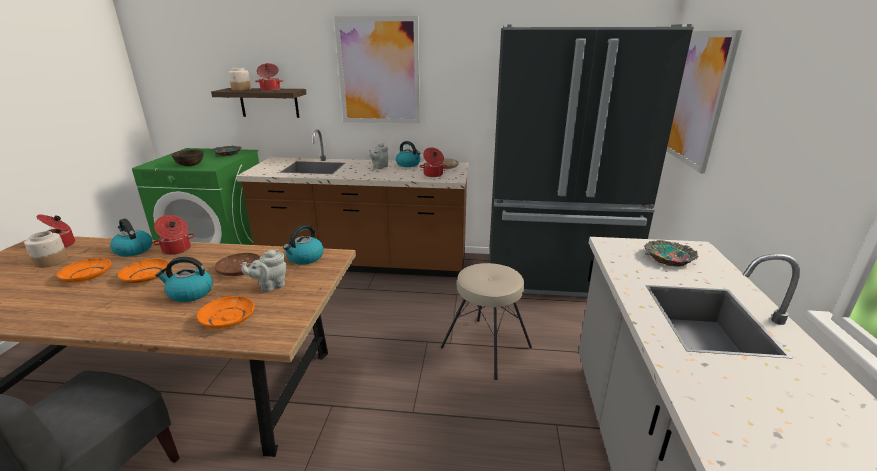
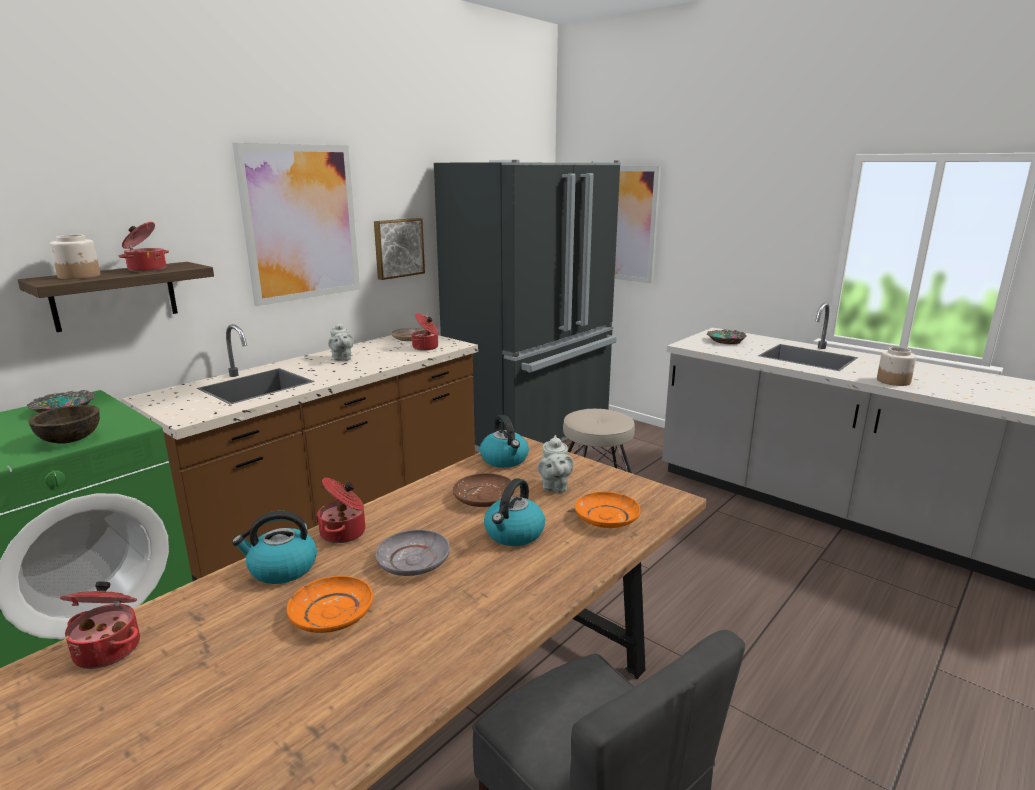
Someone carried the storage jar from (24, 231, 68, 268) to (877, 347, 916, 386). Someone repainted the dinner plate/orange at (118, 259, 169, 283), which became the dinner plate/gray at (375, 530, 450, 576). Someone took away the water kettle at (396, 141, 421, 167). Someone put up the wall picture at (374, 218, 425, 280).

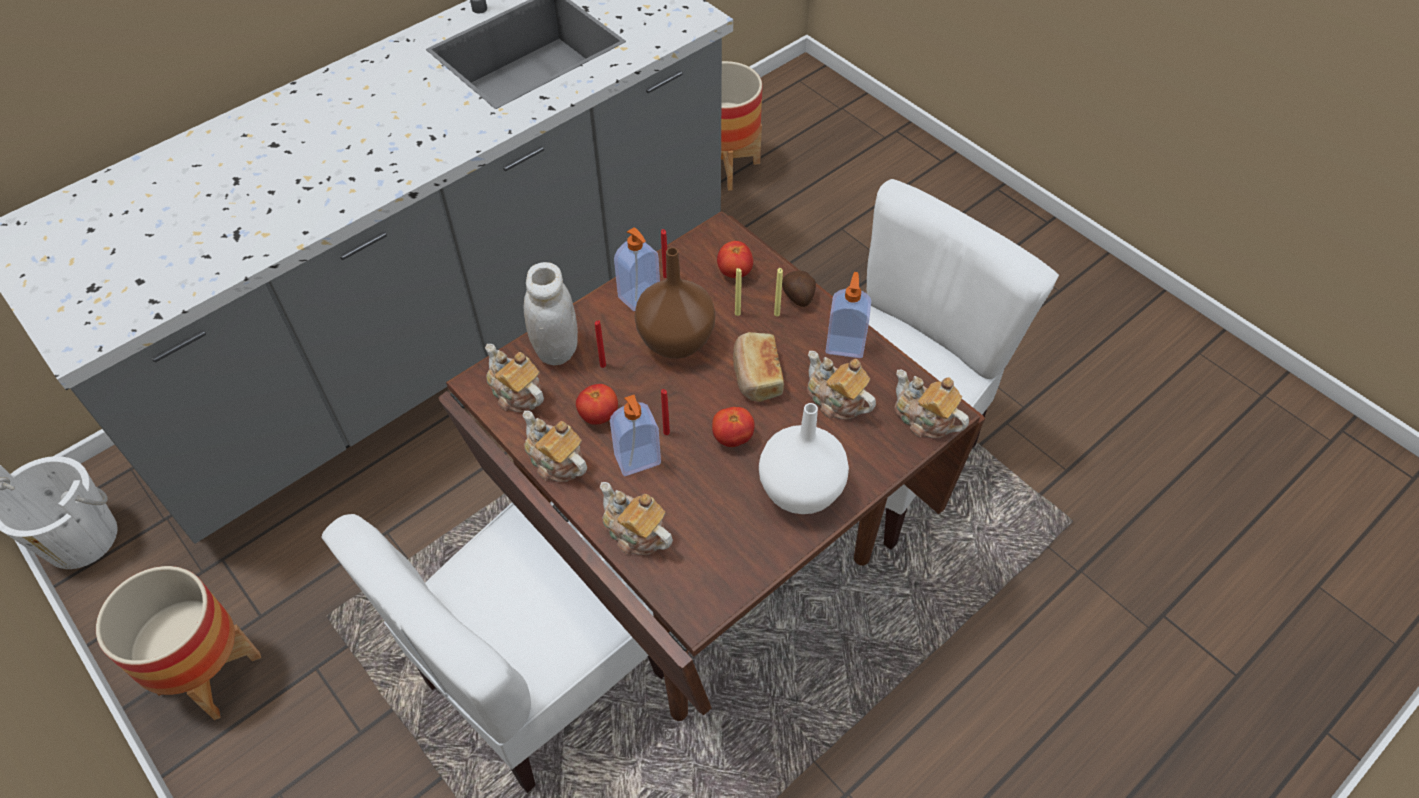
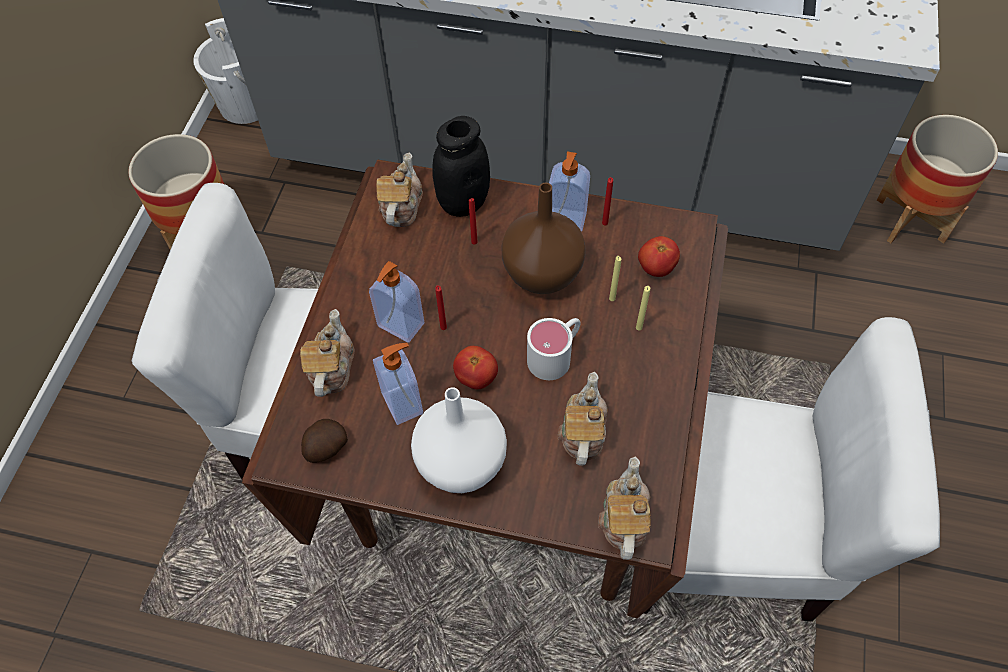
Someone took away the tea pot at (522, 411, 587, 482). Someone repainted the storage jar/white at (524, 262, 578, 365), which became the storage jar/black-coloured at (432, 116, 490, 217). Someone took away the whole tomato at (576, 384, 618, 425). Someone swapped the baked bread at (733, 332, 784, 402) for the mug/white at (527, 318, 580, 380). Someone carried the potato from (782, 271, 816, 307) to (301, 419, 348, 463). Someone carried the soap dispenser from (826, 272, 871, 358) to (373, 343, 423, 425).

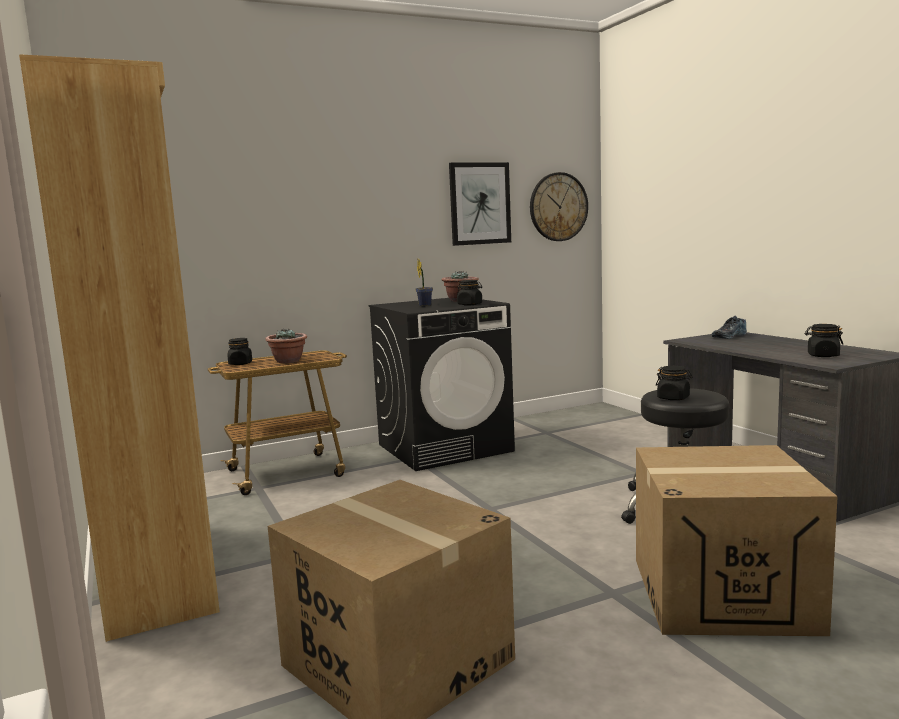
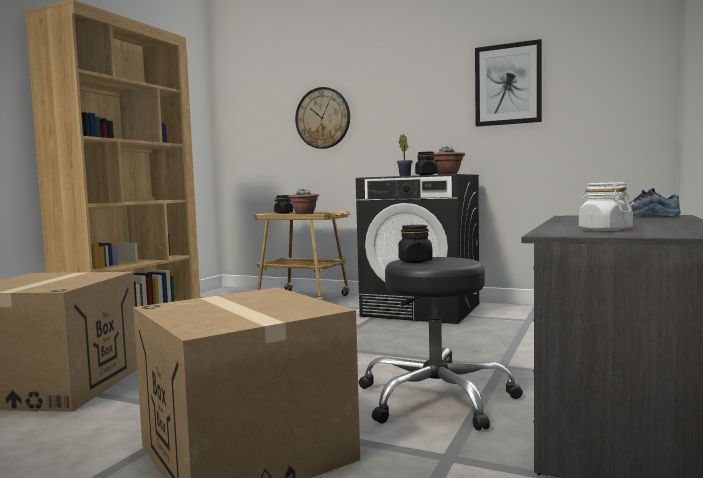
Someone carried the clock on the wall from (530, 172, 588, 241) to (295, 87, 350, 149). Someone repainted the storage jar/black-coloured at (805, 324, 843, 357), which became the storage jar/white at (579, 182, 633, 231).

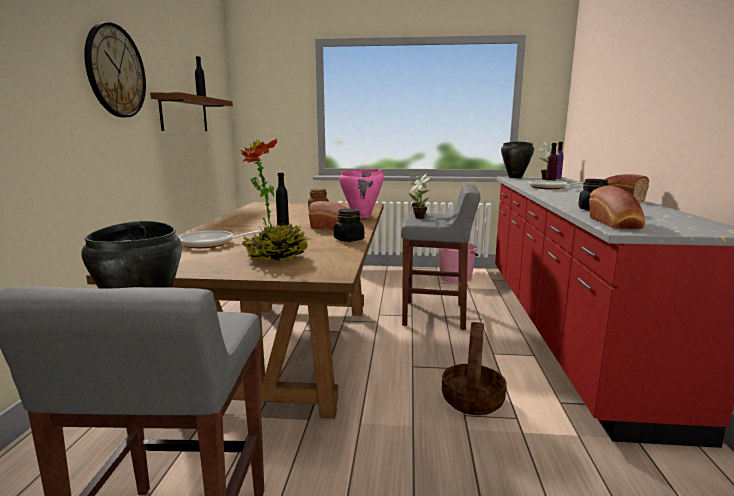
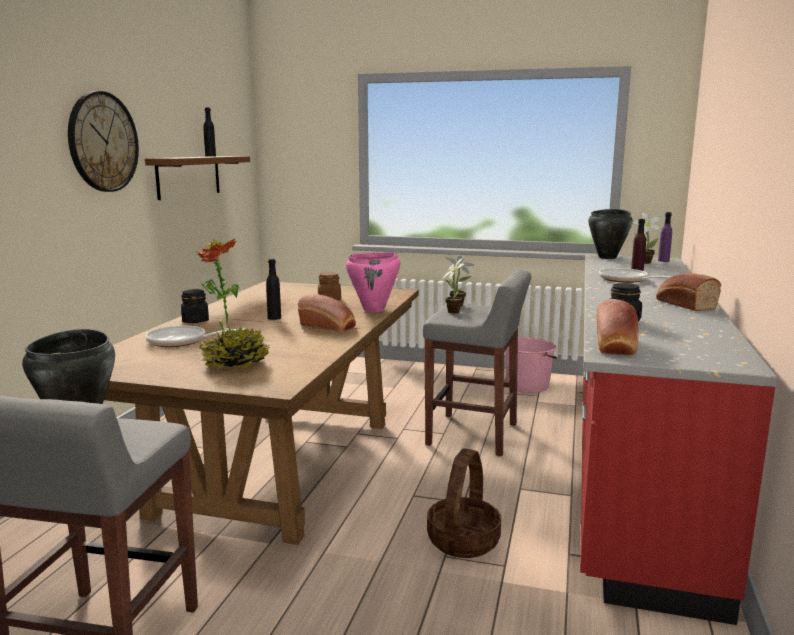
Someone carried the storage jar/black-coloured from (334, 209, 364, 242) to (181, 289, 209, 323).

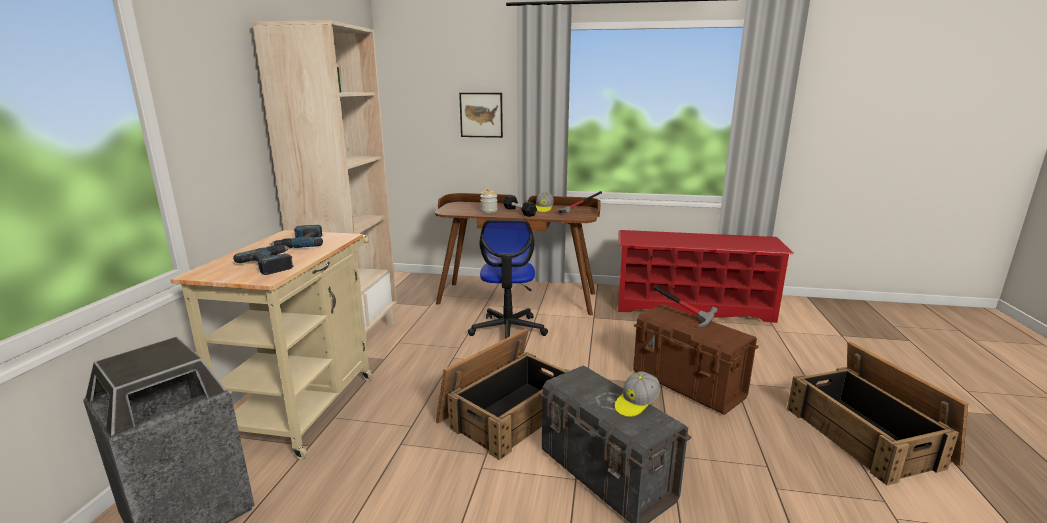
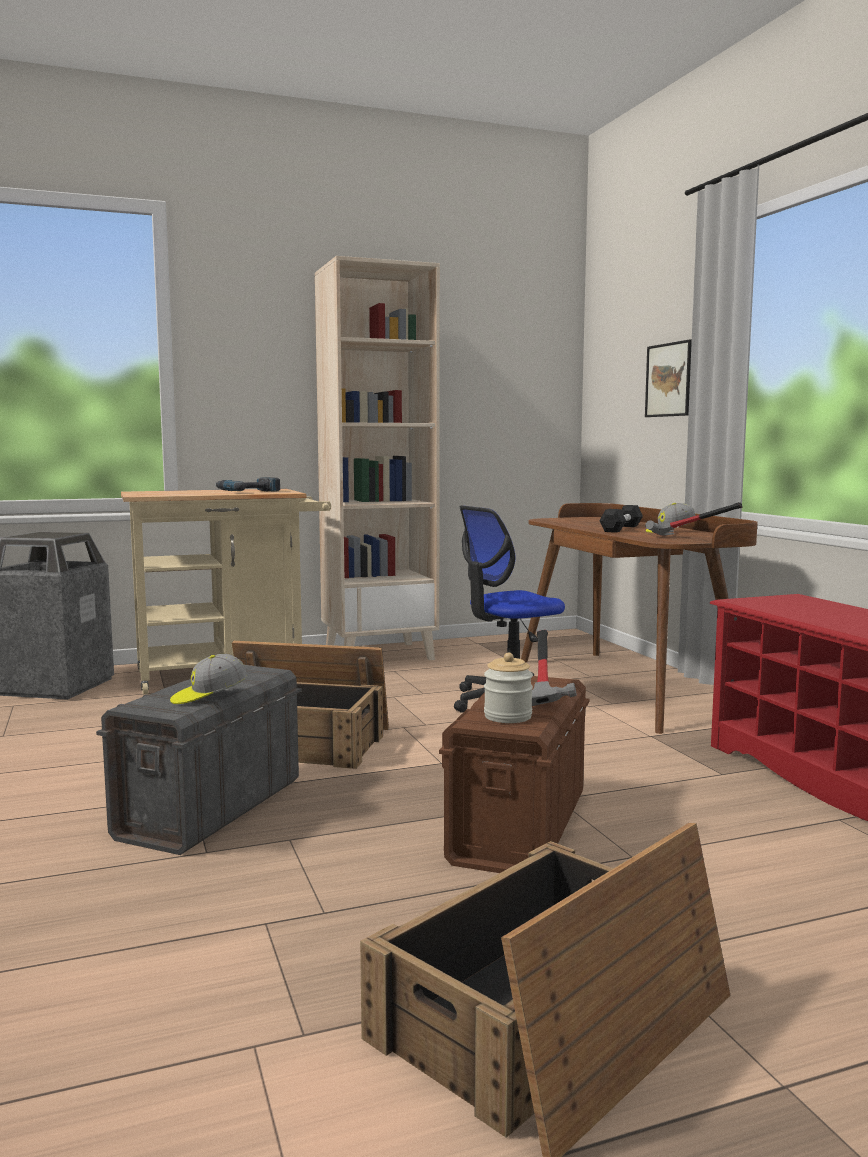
Someone took away the electric drill at (233, 245, 294, 275). Someone carried the storage jar from (480, 188, 498, 213) to (484, 653, 533, 723). Someone rotated the baseball cap at (615, 371, 660, 417) by 45 degrees counterclockwise.

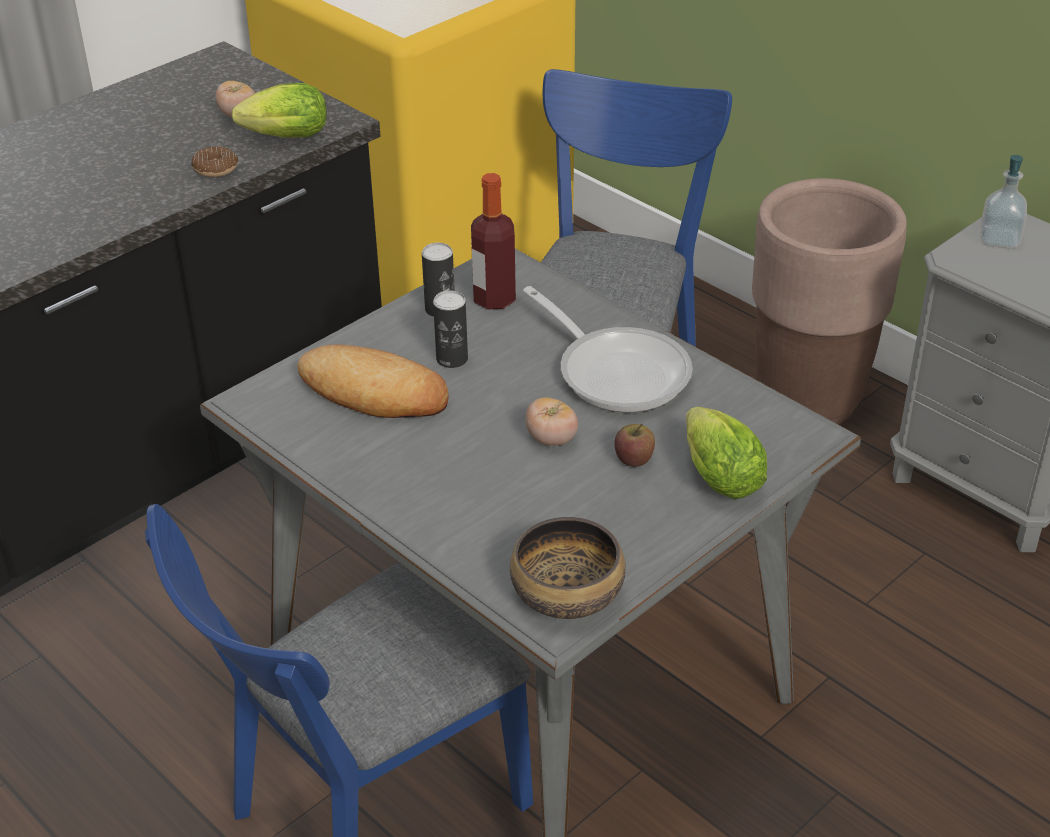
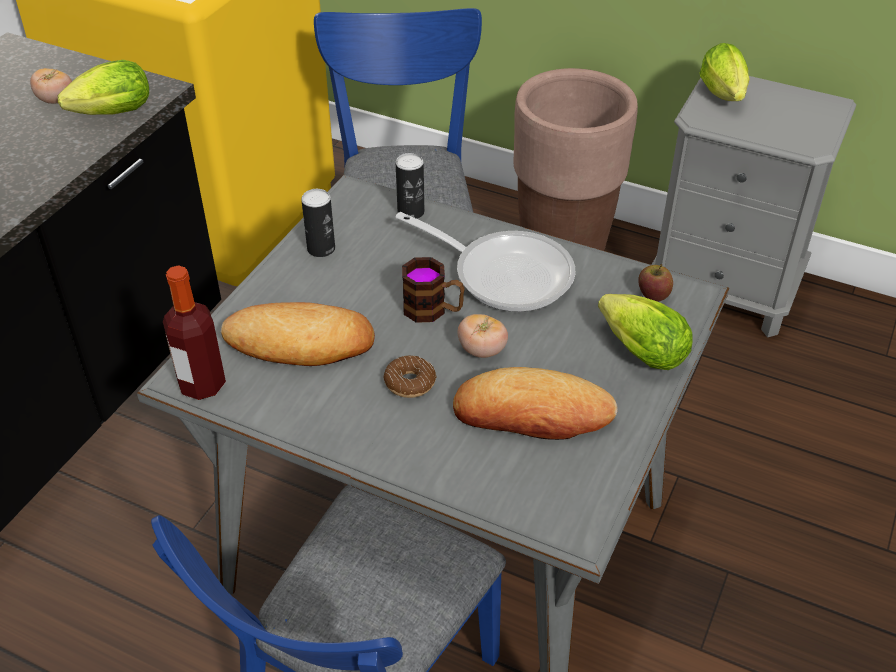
Someone carried the doughnut from (191, 146, 238, 177) to (383, 356, 436, 398). Someone carried the sealed can from (433, 290, 468, 368) to (396, 153, 424, 220). Someone carried the beverage bottle from (471, 173, 516, 310) to (163, 265, 226, 400). Someone took away the serving bowl at (510, 517, 626, 619). Someone carried the whole apple from (615, 424, 655, 467) to (638, 264, 673, 302). Someone swapped the soap dispenser at (980, 155, 1027, 249) for the lettuce head at (699, 43, 750, 101). Someone put down the mug at (402, 257, 465, 323). Someone put down the baked bread at (453, 367, 618, 440).

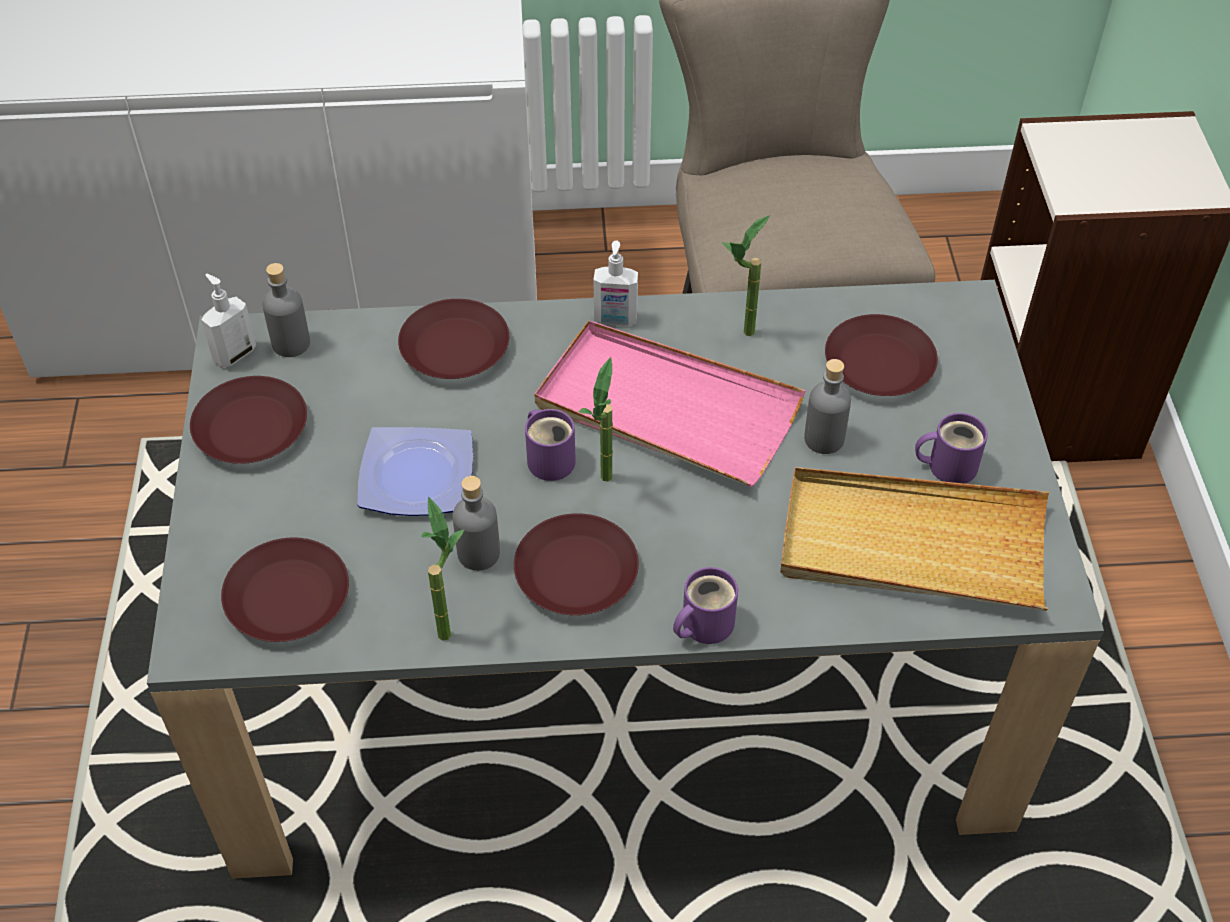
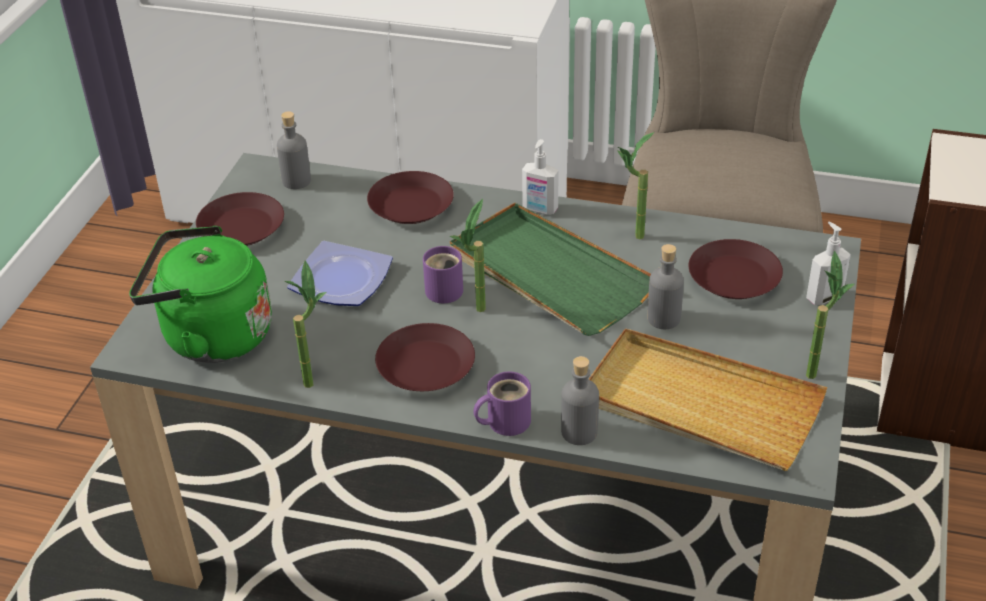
Someone carried the soap dispenser from (201, 274, 256, 368) to (806, 222, 851, 305). Someone swapped the dinner plate/brownish at (221, 538, 349, 642) for the water kettle/greenish at (129, 226, 272, 363). Someone carried the beverage bottle/gray from (452, 476, 500, 571) to (561, 356, 599, 445). Someone repainted the tray/pink at (535, 321, 805, 487), which became the tray/greenish at (450, 203, 651, 336). Someone took away the mug/purplish at (915, 413, 988, 484). Someone put down the plant in a pot at (806, 251, 854, 379).

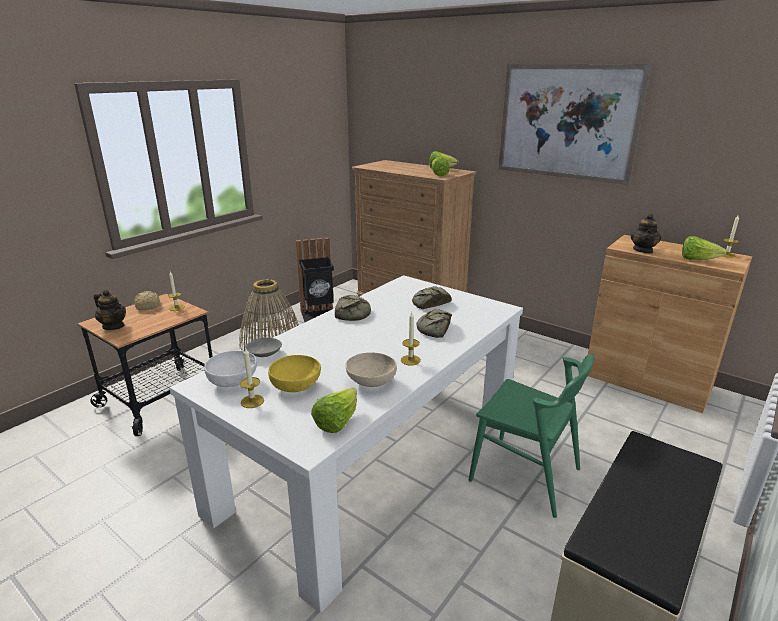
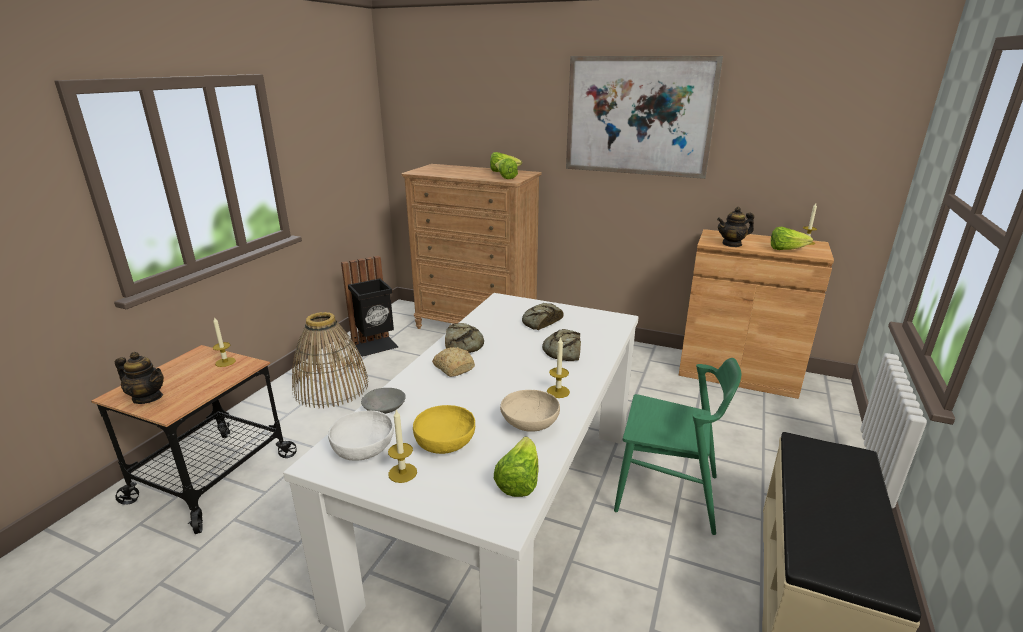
Someone carried the baked bread from (134, 291, 160, 310) to (432, 347, 475, 377). Someone rotated the tea pot at (630, 214, 662, 253) by 75 degrees clockwise.

